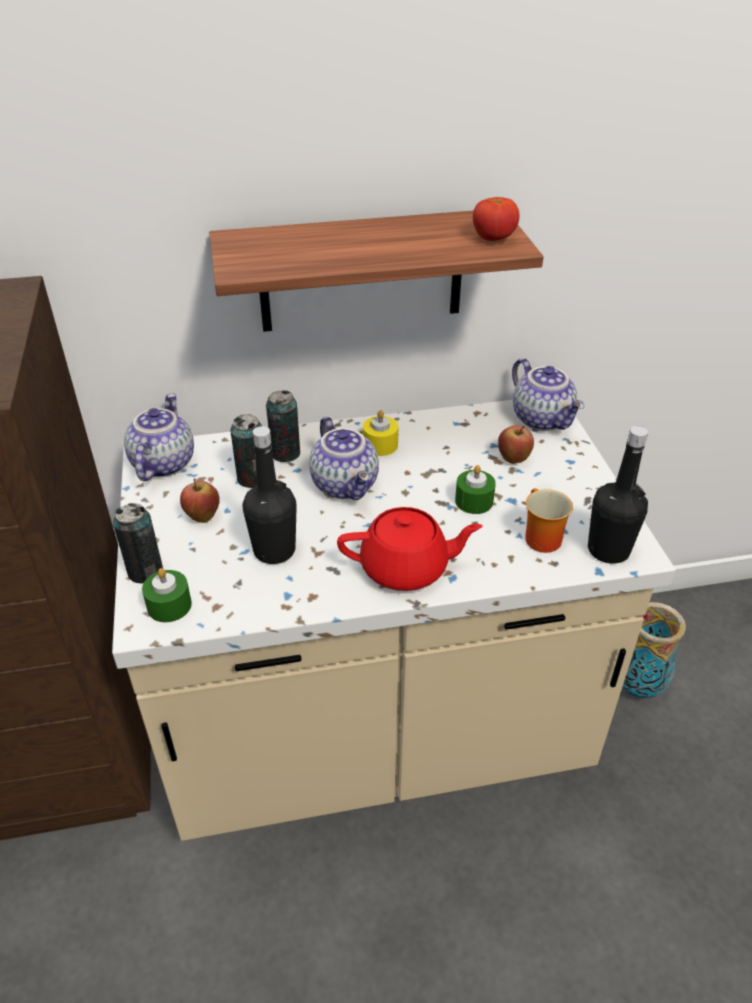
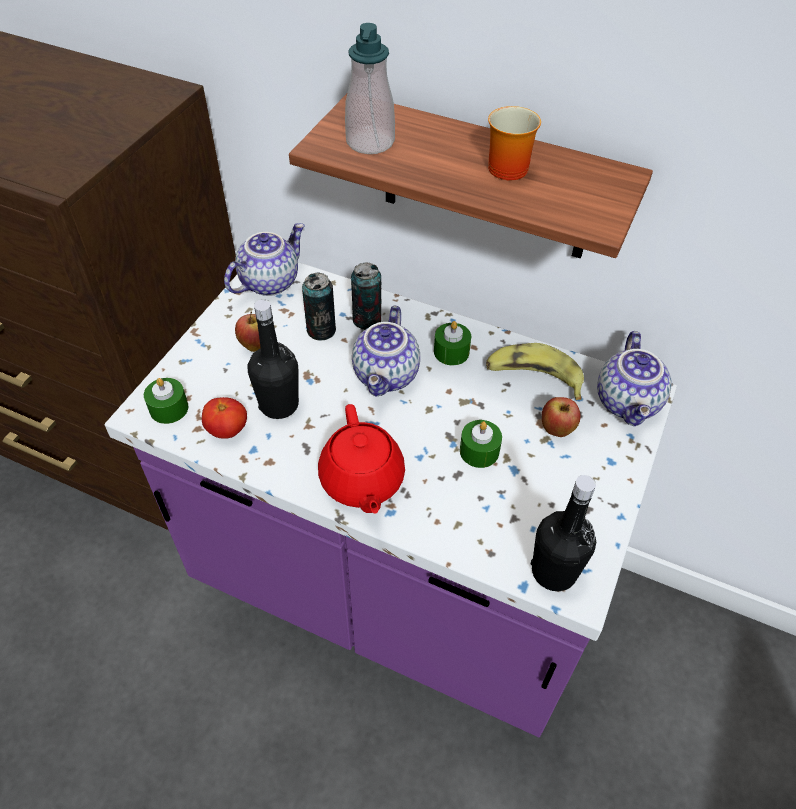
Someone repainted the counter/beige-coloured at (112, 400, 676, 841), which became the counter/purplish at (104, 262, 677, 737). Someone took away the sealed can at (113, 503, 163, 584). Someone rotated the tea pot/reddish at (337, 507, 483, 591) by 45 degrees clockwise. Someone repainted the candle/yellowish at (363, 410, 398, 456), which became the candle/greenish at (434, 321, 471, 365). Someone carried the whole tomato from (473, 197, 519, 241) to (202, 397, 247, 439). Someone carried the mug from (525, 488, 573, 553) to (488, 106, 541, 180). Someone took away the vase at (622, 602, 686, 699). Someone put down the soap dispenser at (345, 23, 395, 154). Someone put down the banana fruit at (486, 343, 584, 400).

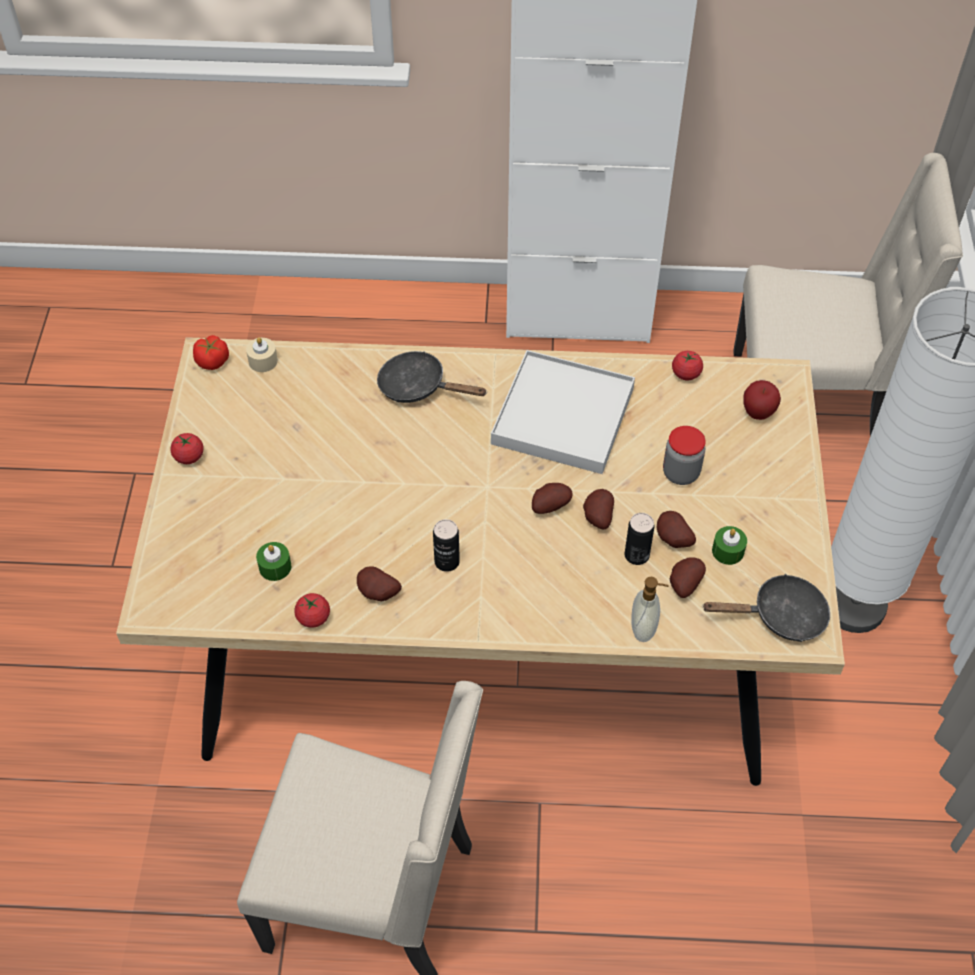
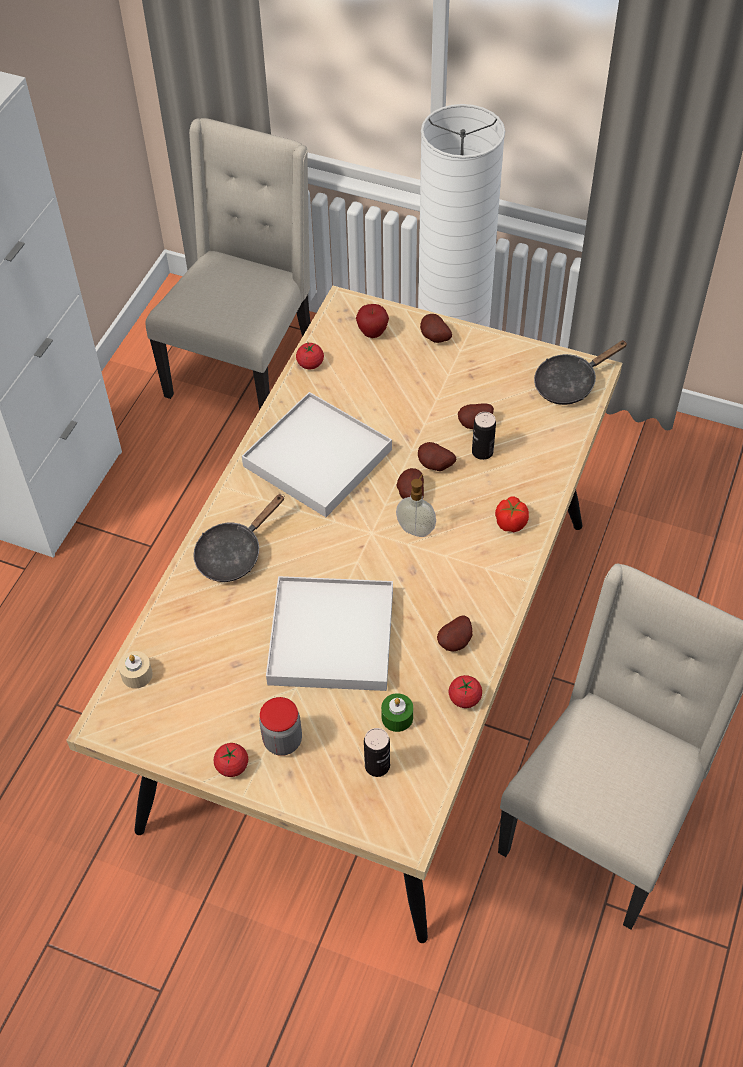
Someone carried the whole tomato from (193, 335, 229, 370) to (495, 496, 529, 532). Someone carried the sealed can from (433, 519, 460, 572) to (364, 728, 390, 777). Someone carried the soap dispenser from (631, 577, 668, 642) to (396, 474, 436, 537). Someone carried the storage jar from (663, 426, 706, 485) to (259, 697, 302, 756). Someone carried the potato from (670, 557, 706, 598) to (420, 314, 452, 343). Someone rotated the frying pan/black-coloured at (702, 574, 830, 642) by 135 degrees counterclockwise. Someone took away the candle/greenish at (712, 526, 747, 565). Someone put down the tray/white at (266, 576, 393, 691).

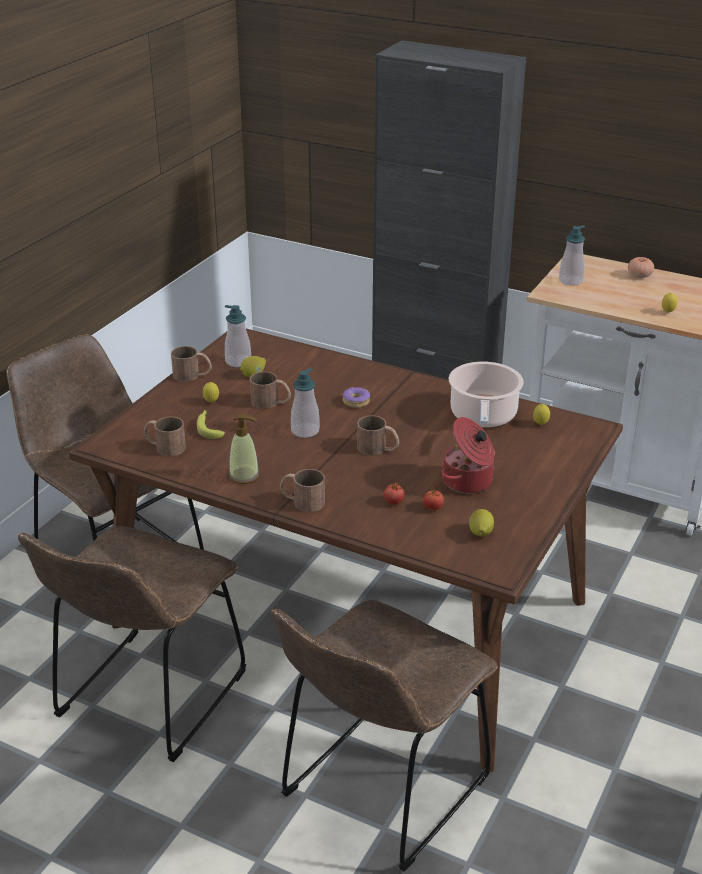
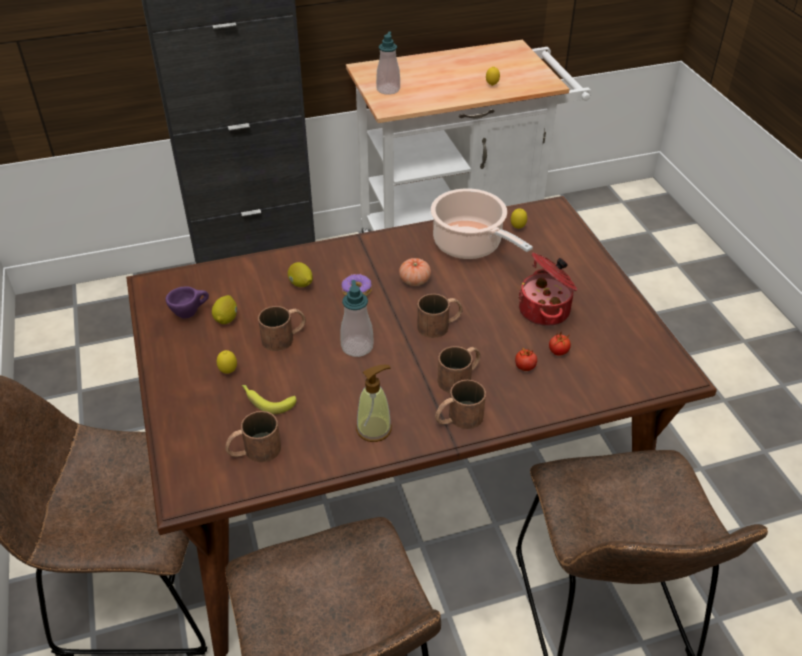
Someone carried the mug/brownish from (171, 346, 212, 382) to (438, 346, 480, 393). Someone swapped the soap dispenser at (225, 305, 251, 367) for the small cup/purplish at (166, 286, 209, 318). Someone carried the whole lemon from (469, 509, 494, 537) to (288, 262, 313, 287). Someone carried the whole tomato from (628, 257, 654, 278) to (399, 258, 431, 286).

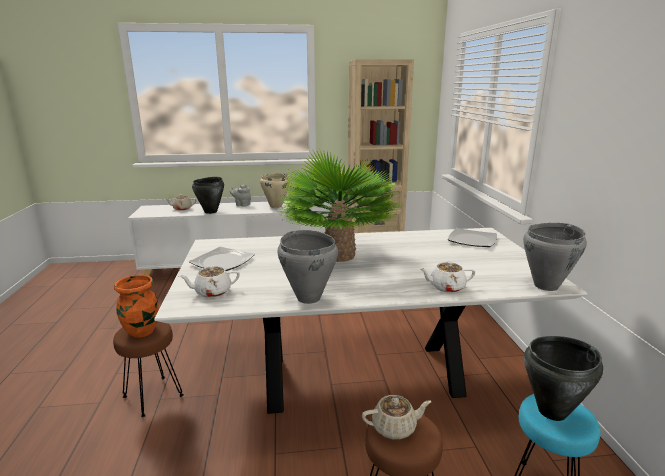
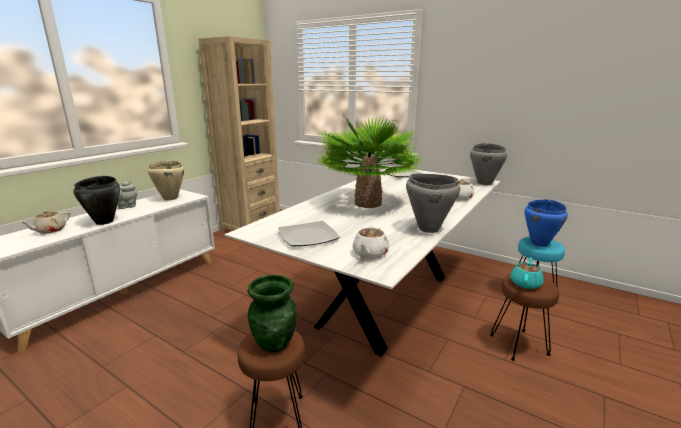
Someone repainted the vase/orange at (114, 275, 159, 338), which became the vase/greenish at (247, 275, 296, 353). Someone repainted the tea pot/beige-coloured at (362, 395, 432, 440), which became the tea pot/turquoise at (510, 257, 544, 289). Someone repainted the saucepot/black-coloured at (524, 336, 603, 421), which became the saucepot/blue-coloured at (525, 199, 568, 247).

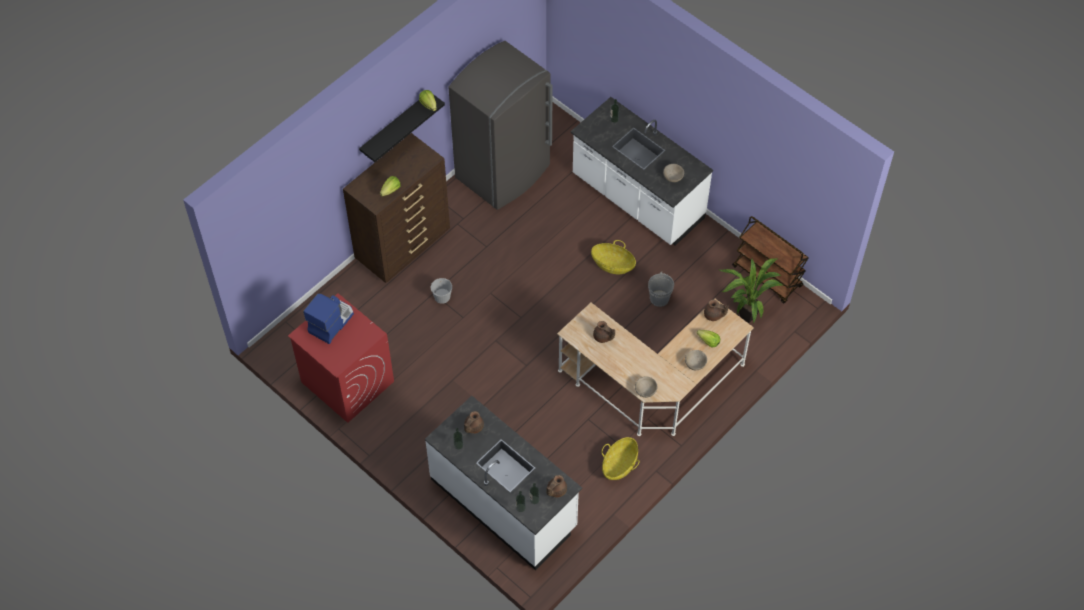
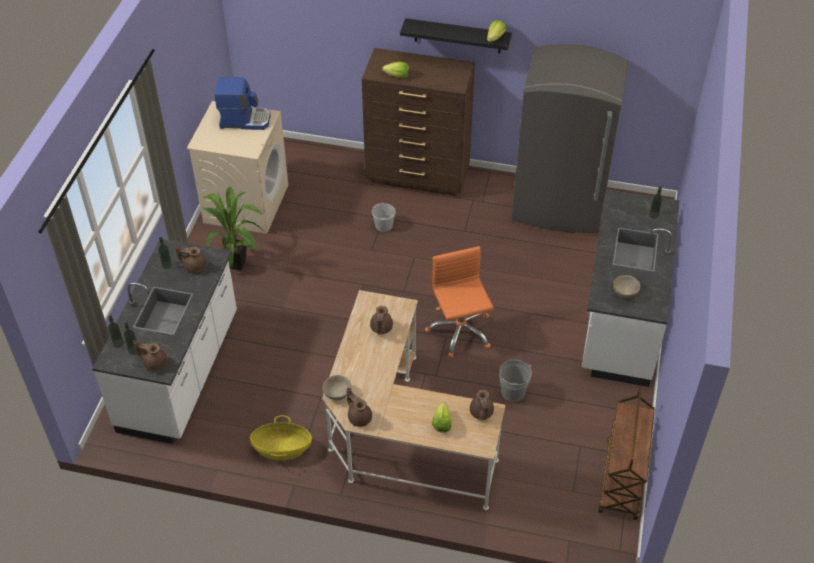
Someone repainted the washing machine/reddish at (288, 293, 394, 423), which became the washing machine/beige-coloured at (187, 101, 288, 234). Someone took away the basket at (591, 240, 636, 274). Someone took away the serving bowl/beige-coloured at (685, 350, 707, 370). Someone carried the plant in a pot from (719, 258, 783, 323) to (202, 187, 265, 270). Someone put down the tea pot/brownish at (347, 387, 372, 427). Someone put down the office chair/orange at (425, 246, 494, 358).

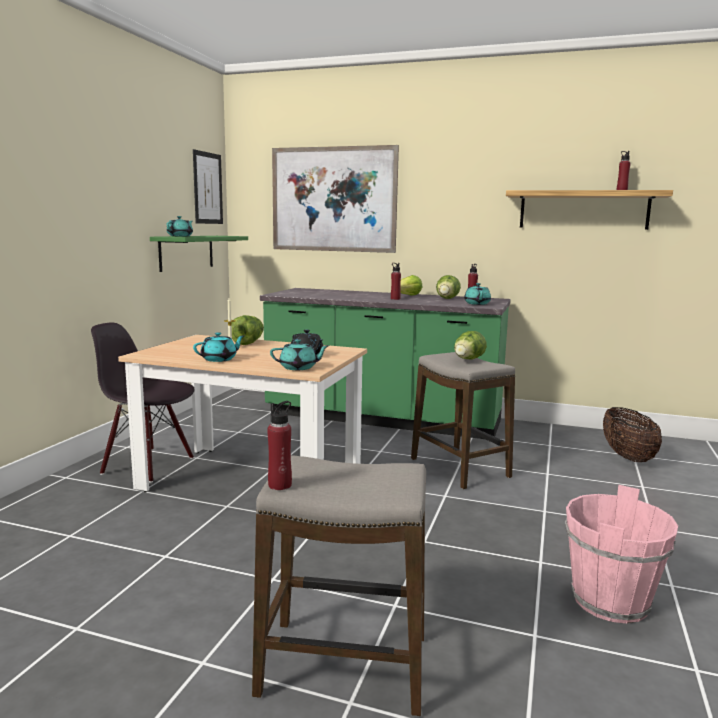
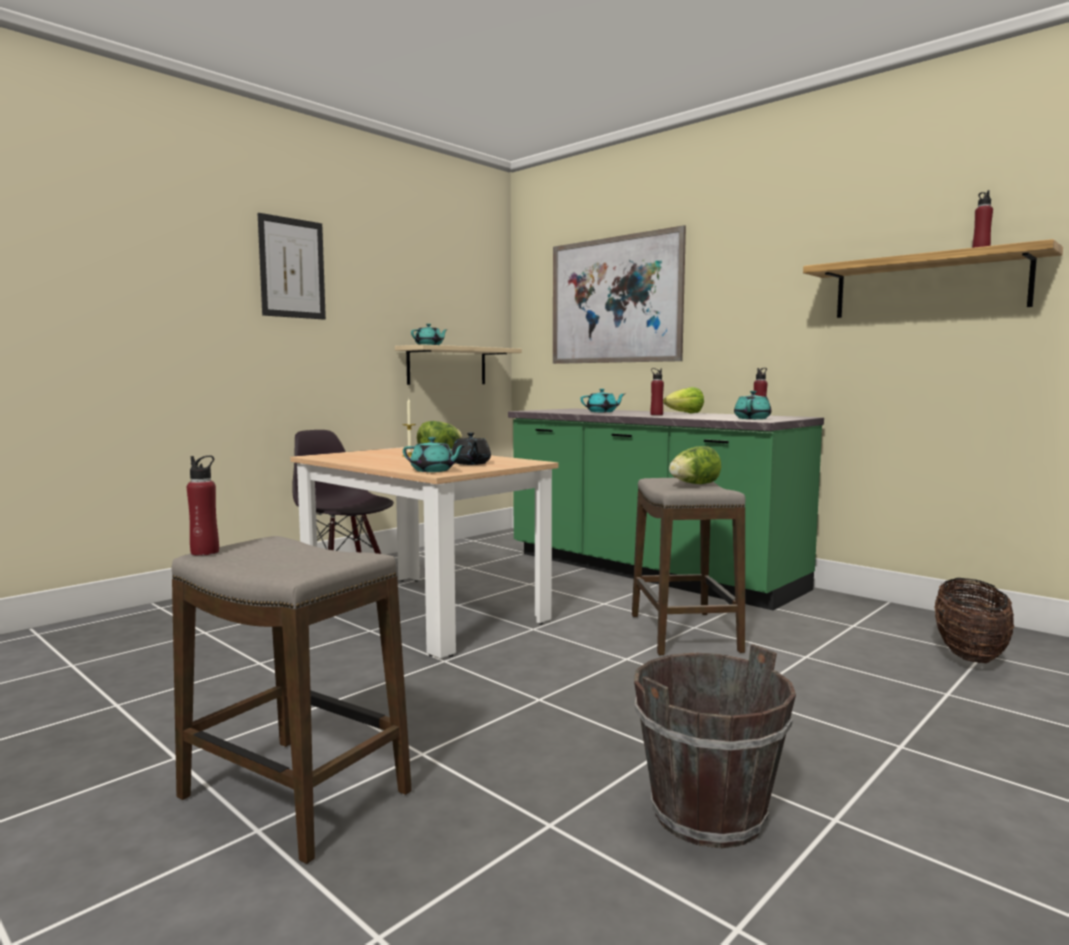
Someone repainted the shelf/greenish at (150, 236, 248, 272), which became the shelf/beige-coloured at (395, 344, 522, 385). Someone carried the wall picture from (193, 149, 223, 224) to (258, 213, 326, 320). Someone carried the tea pot/turquoise from (193, 332, 245, 362) to (580, 389, 624, 412). Someone took away the lettuce head at (436, 275, 461, 299). Someone repainted the pail/pink at (565, 485, 678, 623), which became the pail/brownish at (634, 644, 796, 848).

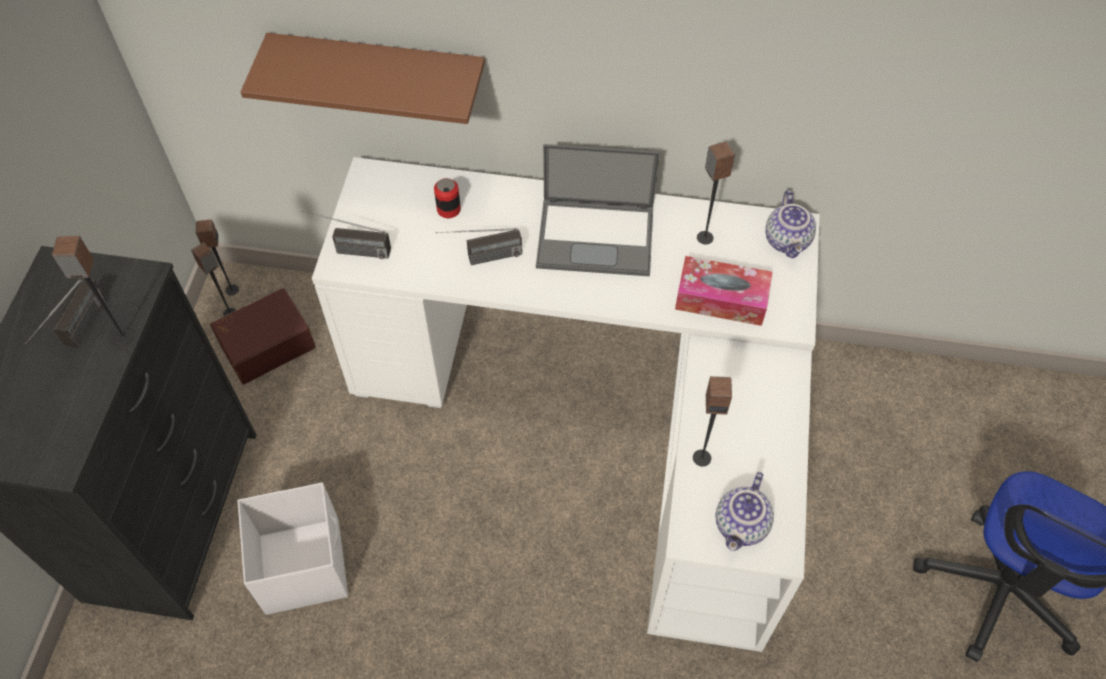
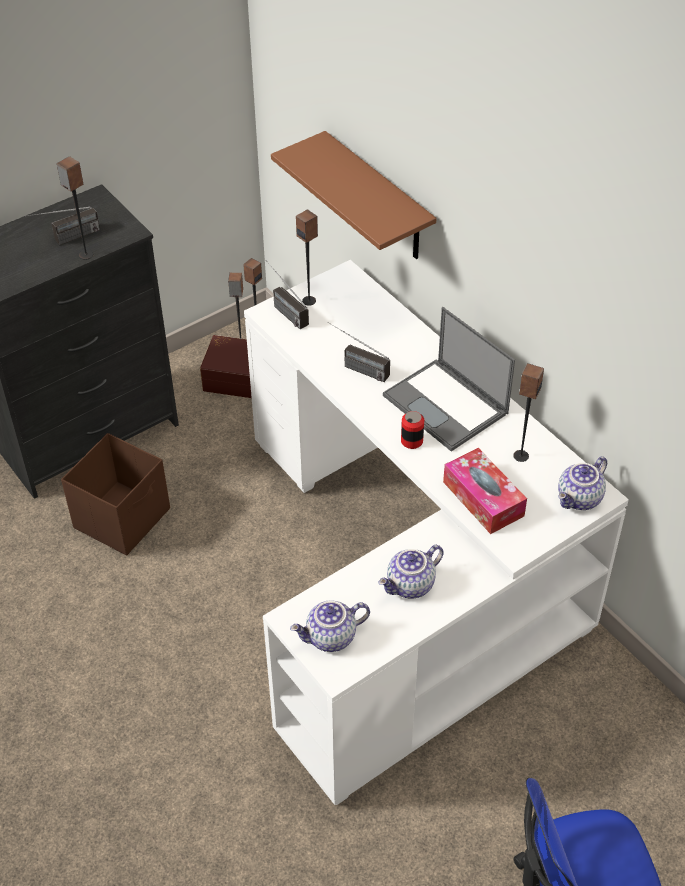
Someone repainted the storage box/white at (238, 482, 348, 615), which became the storage box/brownish at (61, 433, 170, 556). Someone carried the sealed can from (434, 178, 461, 218) to (401, 411, 424, 449). Someone carried the audio speaker from (693, 376, 732, 467) to (296, 209, 318, 306). Someone put down the tea pot at (378, 545, 444, 599).

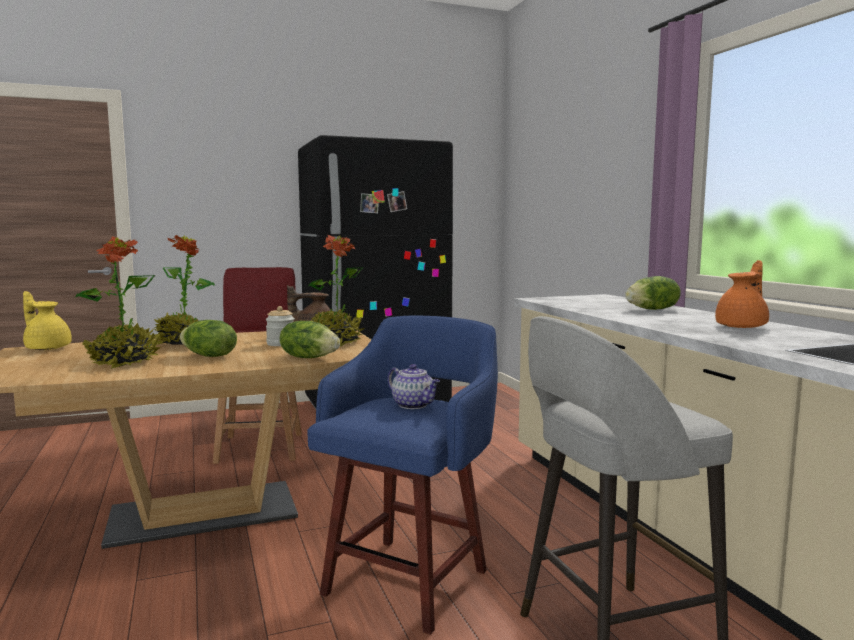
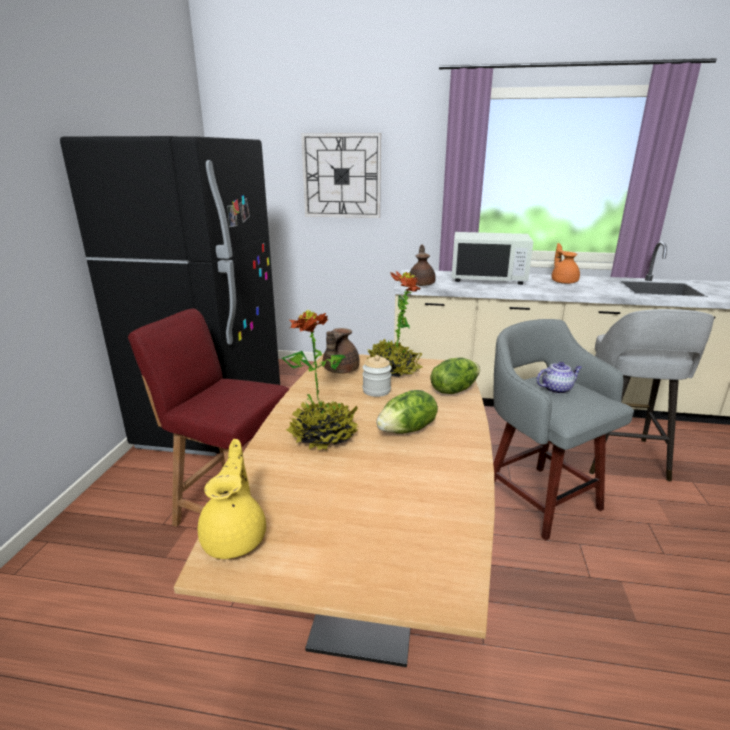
Someone rotated the tea pot/yellowish at (23, 291, 72, 350) by 120 degrees clockwise. Someone took away the plant in a pot at (75, 236, 161, 369). Someone repainted the stool seat/blue-coloured at (307, 316, 498, 635), which became the stool seat/gray at (493, 319, 634, 540). Someone swapped the lettuce head at (625, 276, 681, 310) for the microwave/white at (451, 232, 534, 285). Someone put up the clock on the wall at (301, 133, 381, 218). Someone put down the tea pot/brownish at (410, 244, 436, 286).

